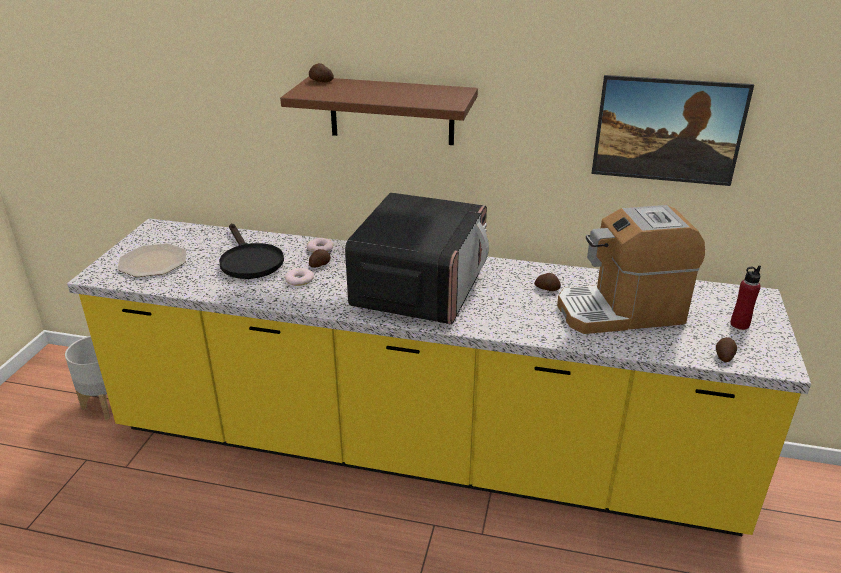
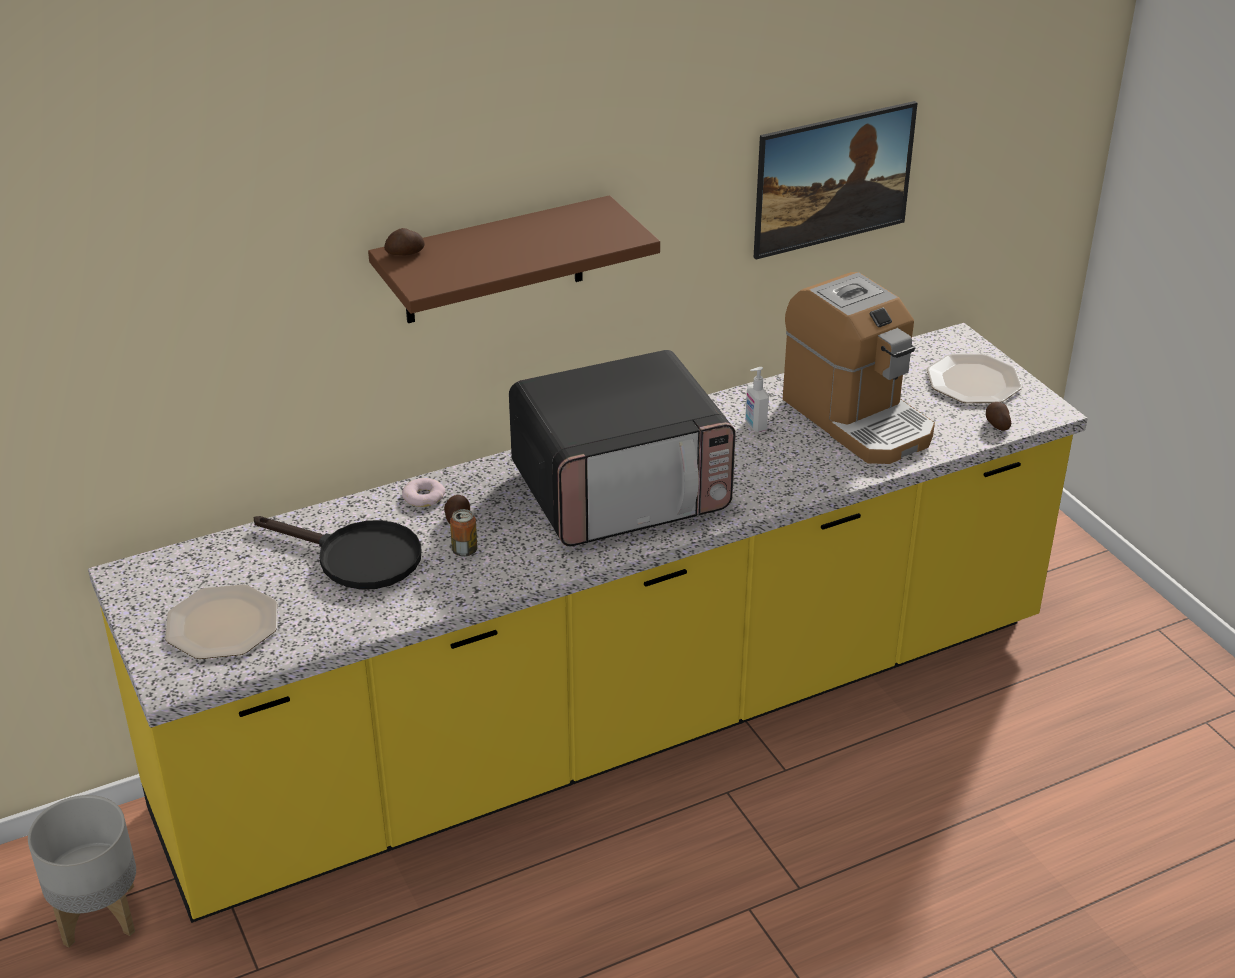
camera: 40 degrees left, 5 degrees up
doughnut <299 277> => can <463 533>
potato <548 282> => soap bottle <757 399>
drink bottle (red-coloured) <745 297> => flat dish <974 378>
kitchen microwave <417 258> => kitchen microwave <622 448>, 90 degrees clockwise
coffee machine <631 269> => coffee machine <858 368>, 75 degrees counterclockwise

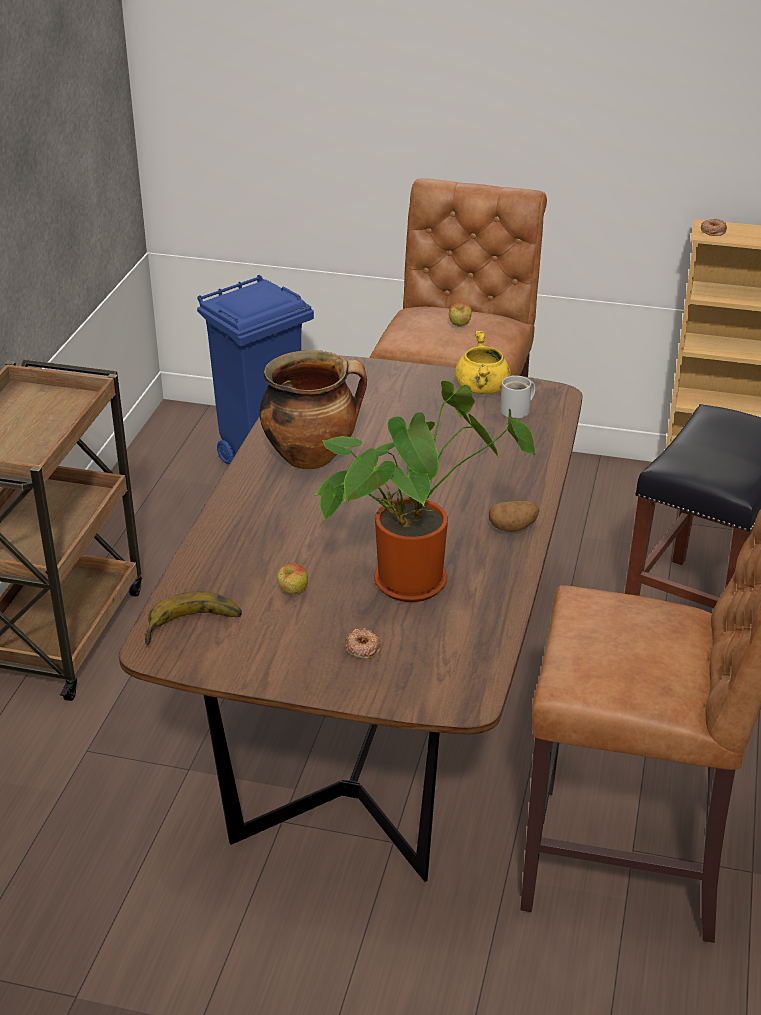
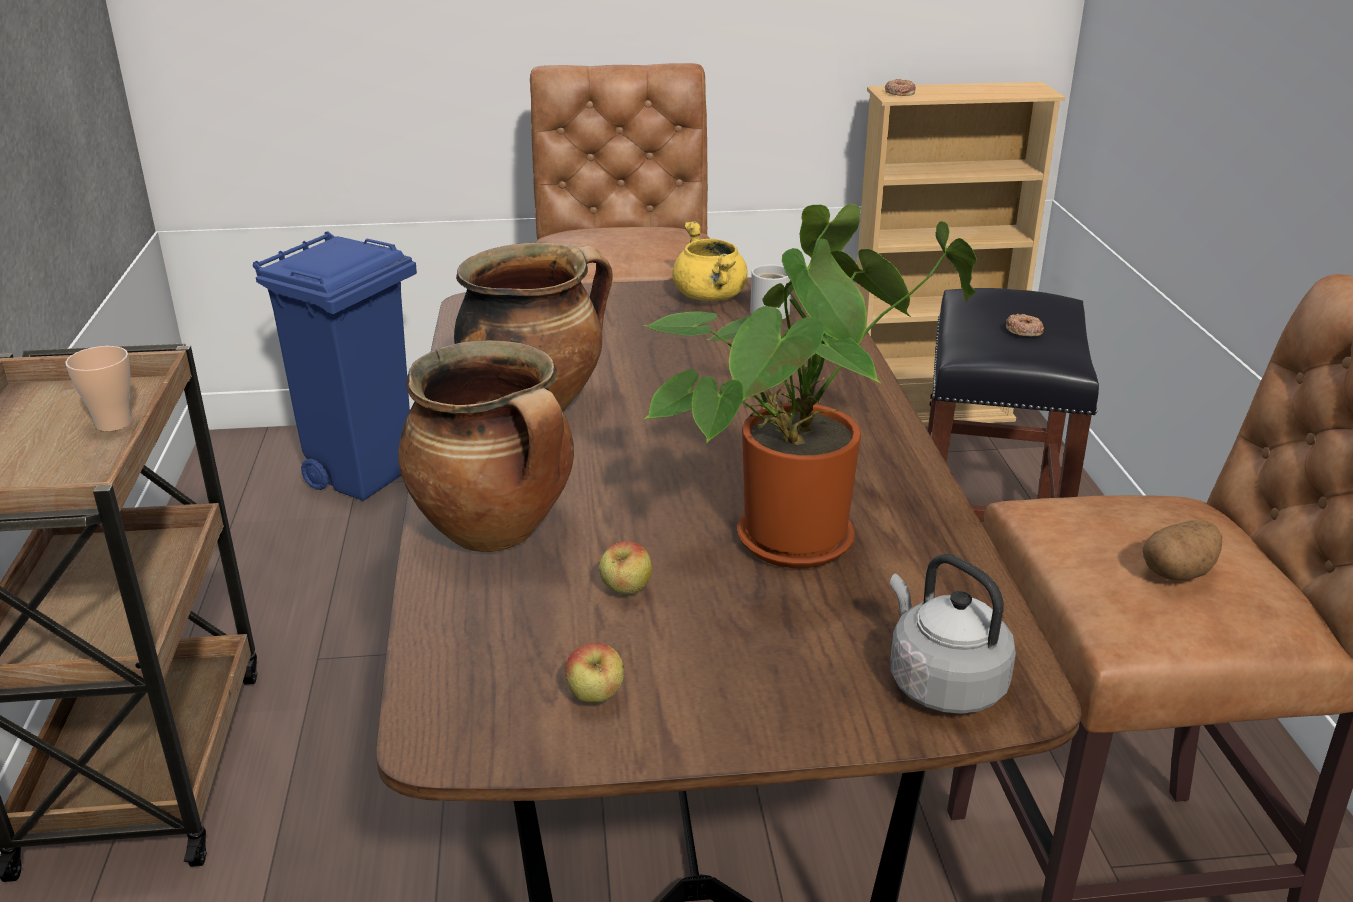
camera: 20 degrees left, 5 degrees down
banana fruit <193 618> => nothing
nothing => small cup <98 388>
nothing => cooking pot <486 446>
nothing => kettle (gray) <953 634>
doughnut <363 643> => doughnut <1025 325>, moved
apple fruit <460 314> => apple fruit <594 673>, moved
potato <514 516> => potato <1182 550>, moved

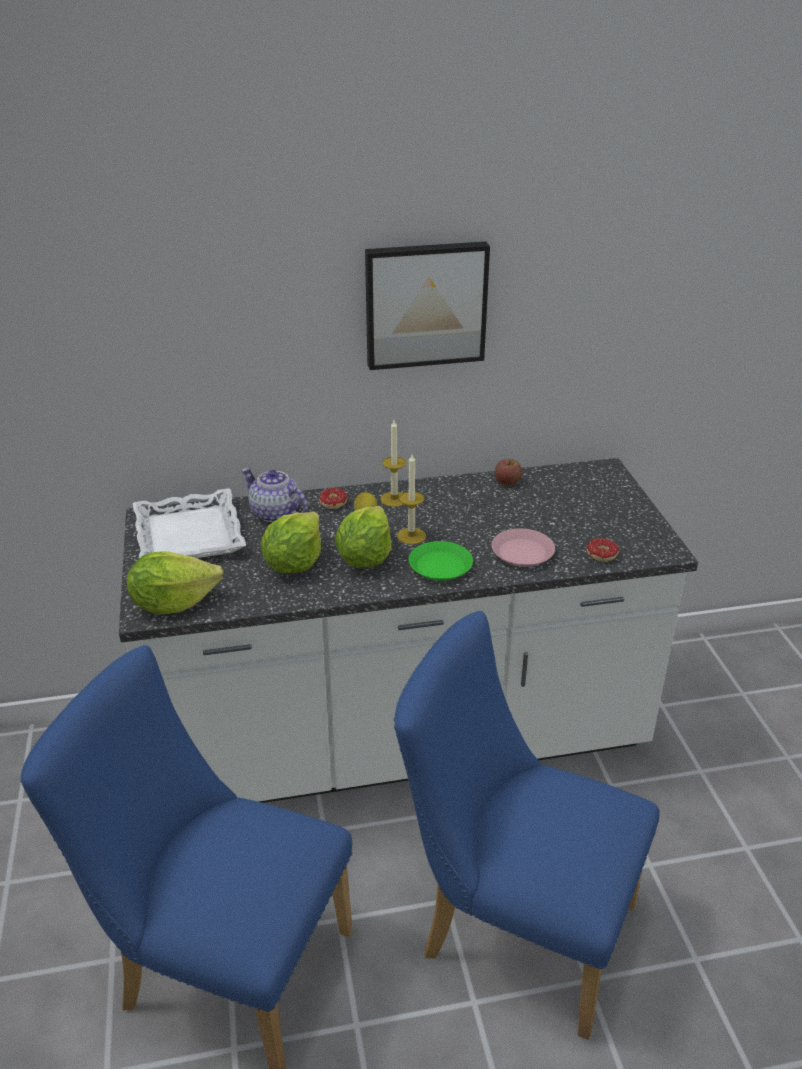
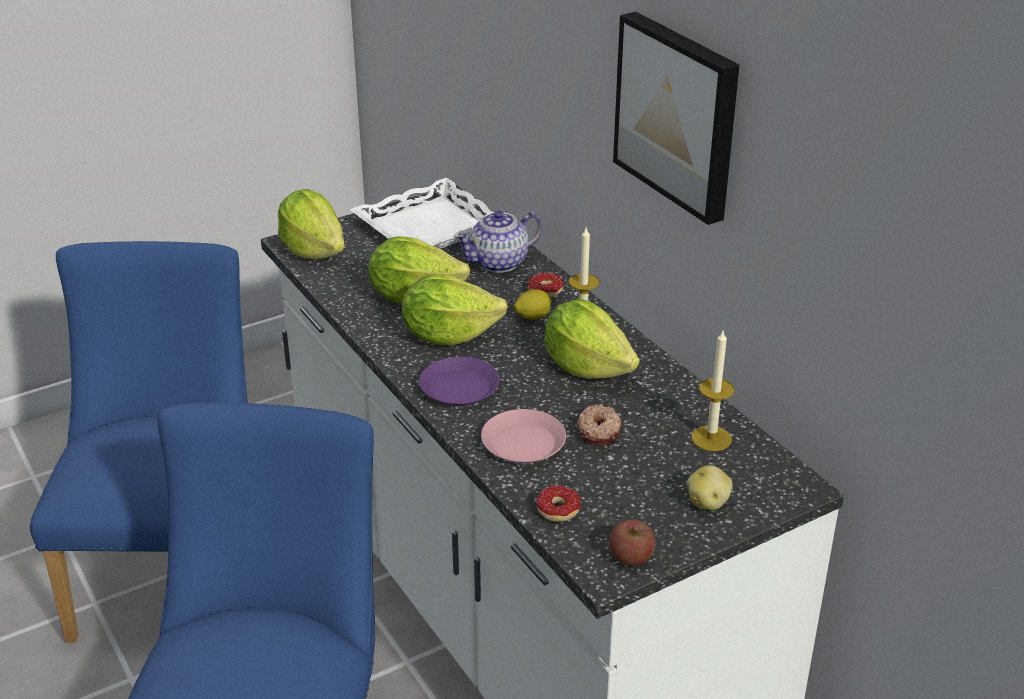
camera: 70 degrees right, 0 degrees up
nothing => lettuce <592 339>
nothing => doughnut <599 424>
nothing => potato <710 487>
candle <411 499> => candle <712 391>, moved
apple fruit <508 472> => apple fruit <632 543>, moved
flat dish (green-coloured) <441 561> => flat dish (purplish) <459 381>
teapot <274 495> => teapot <498 241>, 135 degrees counterclockwise

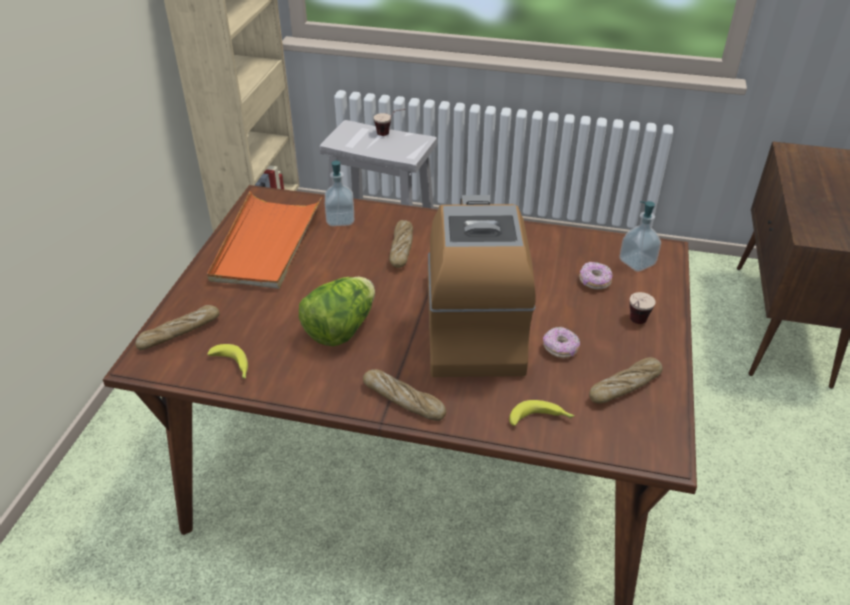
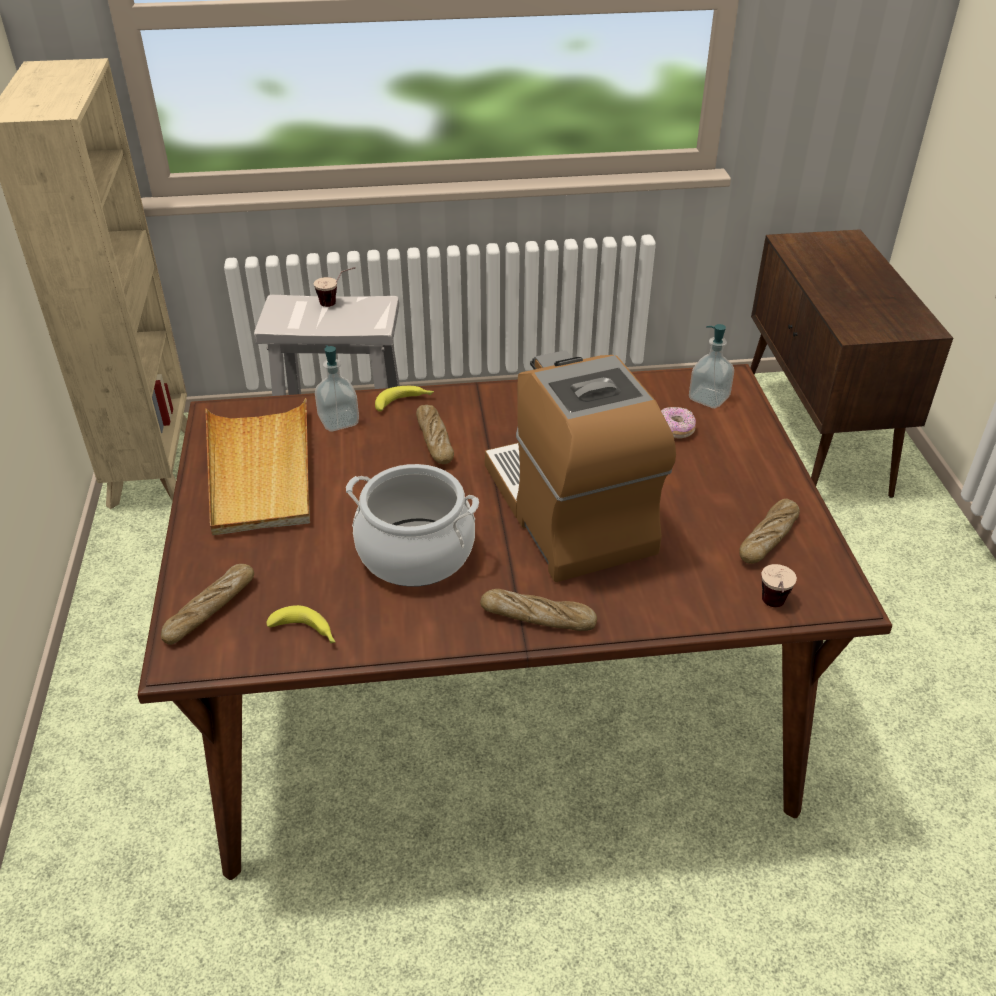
camera: 20 degrees left, 0 degrees up
doughnut <561 342> => nothing
banana fruit <542 413> => banana fruit <404 399>, moved
small cup <643 308> => small cup <779 585>, moved
lettuce <337 311> => cooking pot <412 525>
serving tray (orange) <264 240> => serving tray (beige-coloured) <258 466>

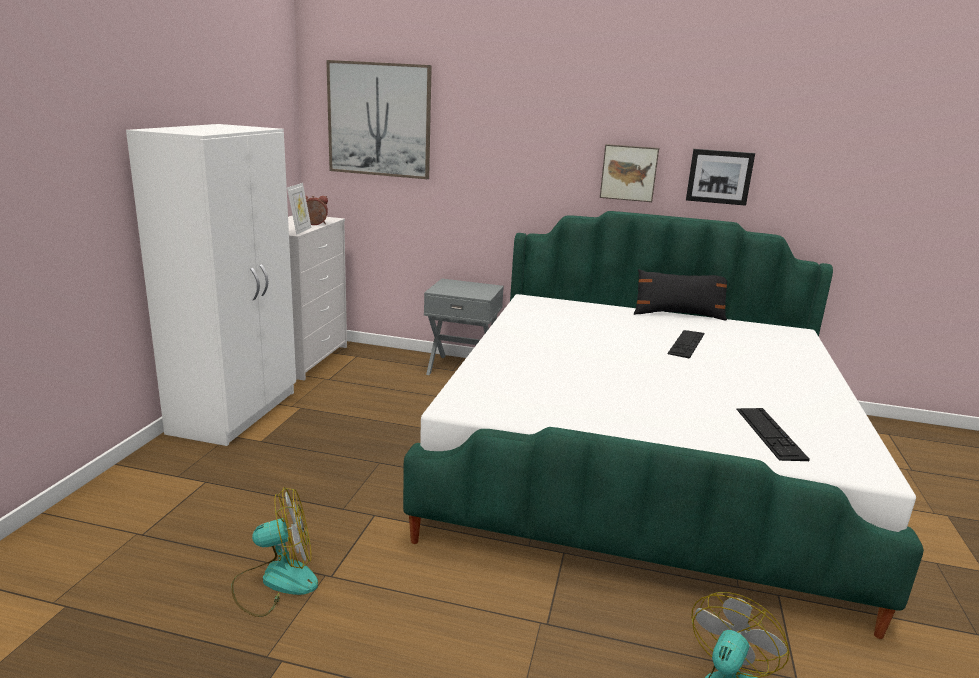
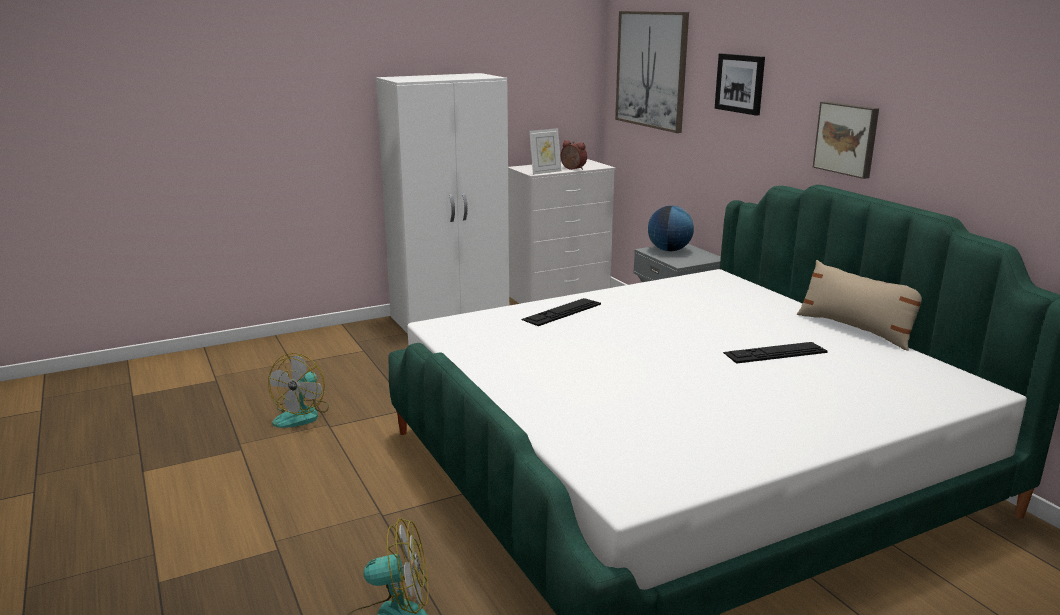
camera: 50 degrees right, 0 degrees up
nothing => desk globe <671 229>
wall picture <720 177> => wall picture <740 84>, moved
computer keyboard <773 434> => computer keyboard <561 312>, moved
throw pillow (black) <680 294> => throw pillow (beige-coloured) <859 305>
cooling fan <274 552> => cooling fan <298 390>, 75 degrees clockwise

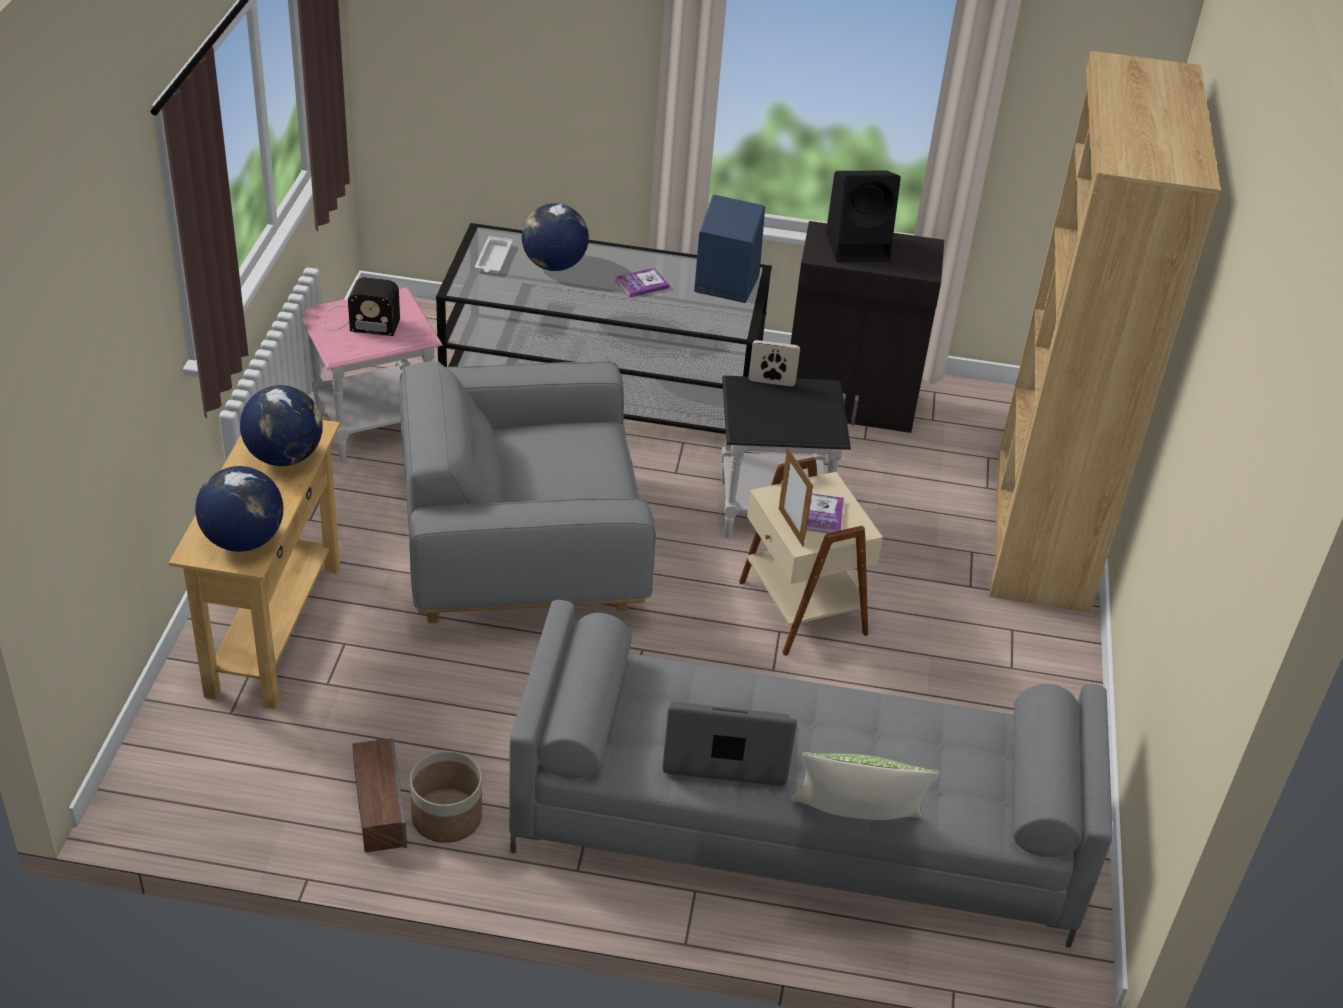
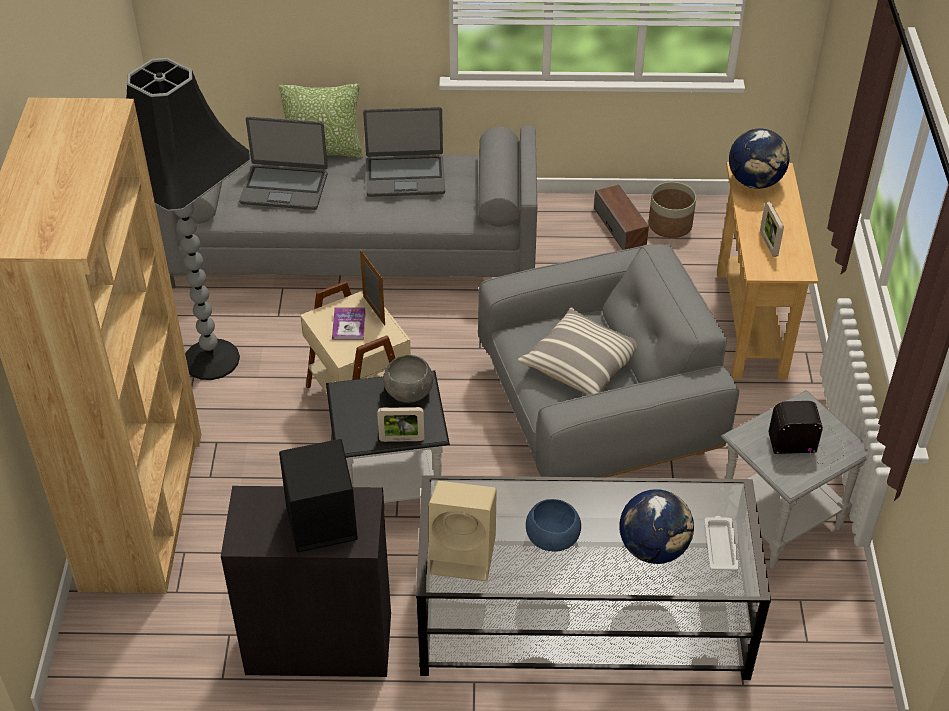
camera: 175 degrees right, 5 degrees up
nothing => standard lamp (black) <188 219>
nothing => portable computer <283 163>
nothing => serving bowl (gray) <408 379>
nothing => throw pillow <577 351>
flower pot <446 797> => flower pot <672 210>, moved
desk globe <281 425> => picture frame <772 229>
volume <642 282> => serving bowl (bluish) <553 525>
end table (pink-coloured) <372 375> => end table (gray) <794 479>
audio speaker (bluish) <729 249> => audio speaker (beige-coloured) <462 531>

